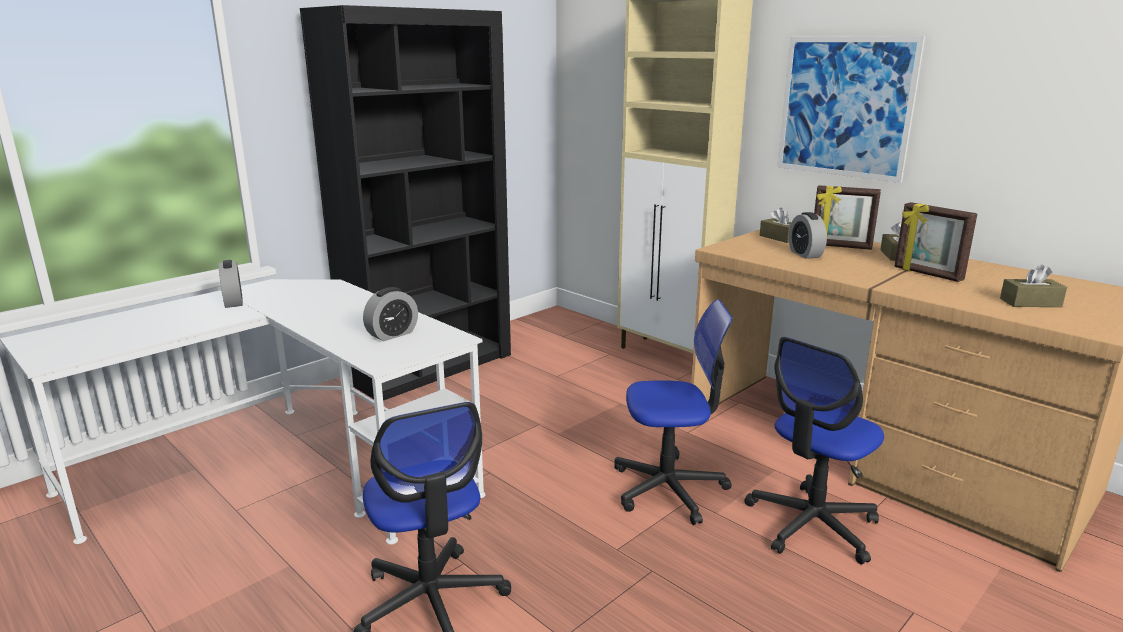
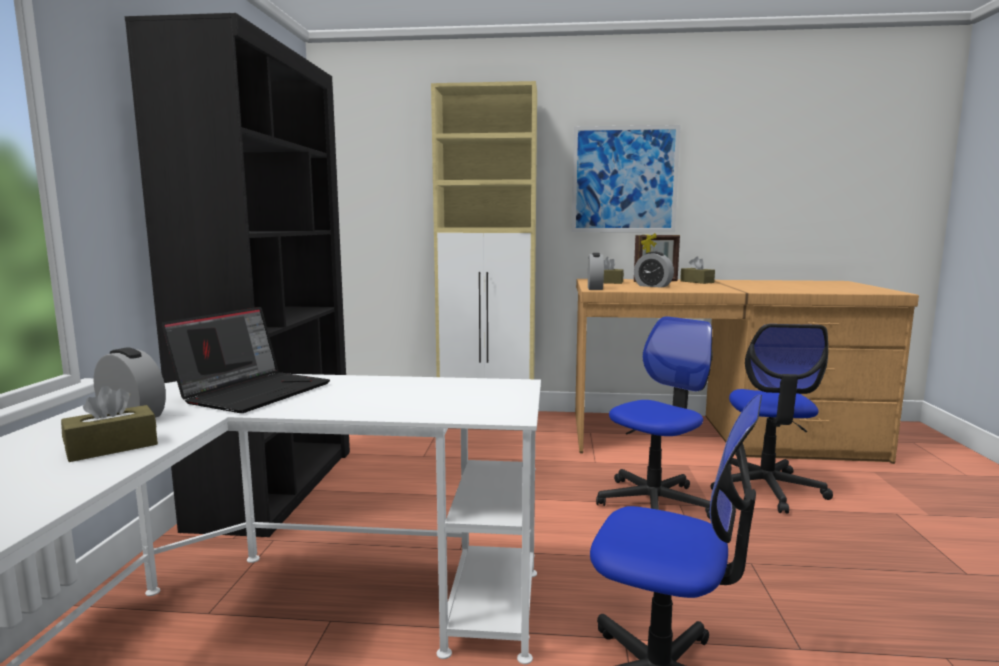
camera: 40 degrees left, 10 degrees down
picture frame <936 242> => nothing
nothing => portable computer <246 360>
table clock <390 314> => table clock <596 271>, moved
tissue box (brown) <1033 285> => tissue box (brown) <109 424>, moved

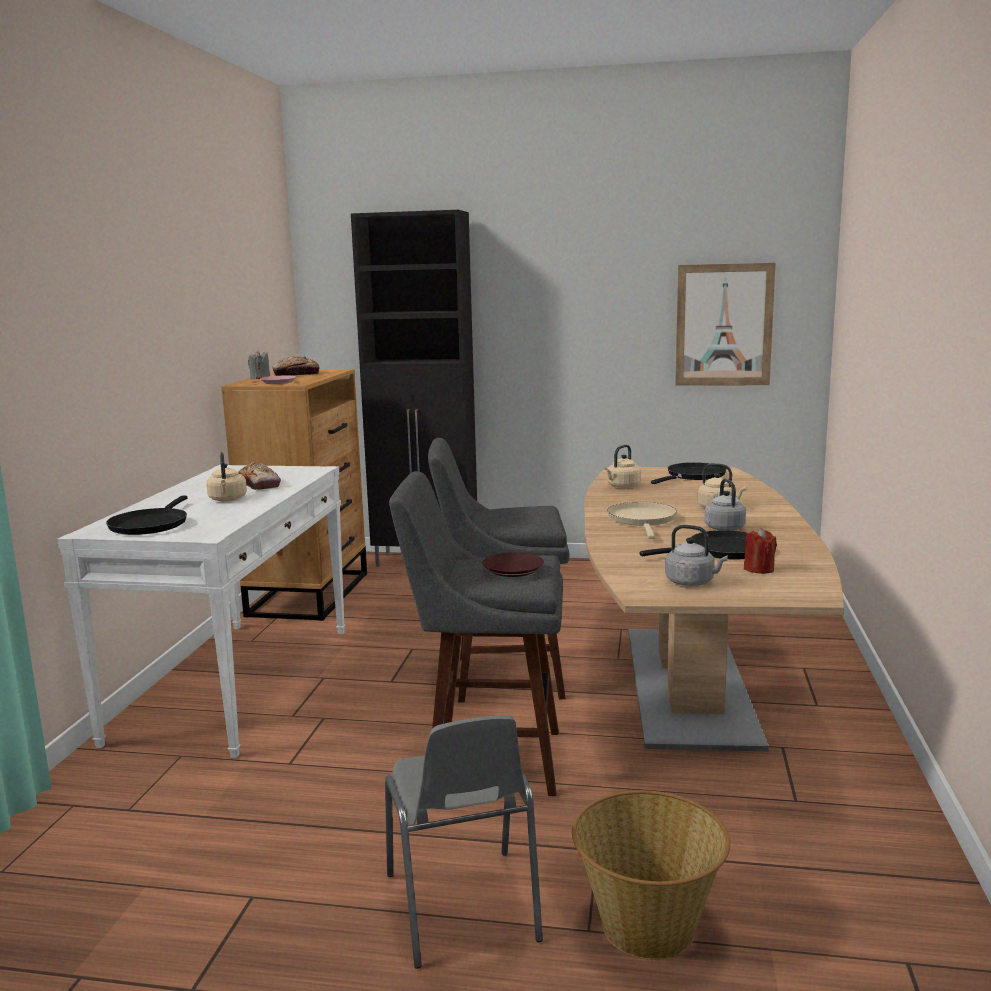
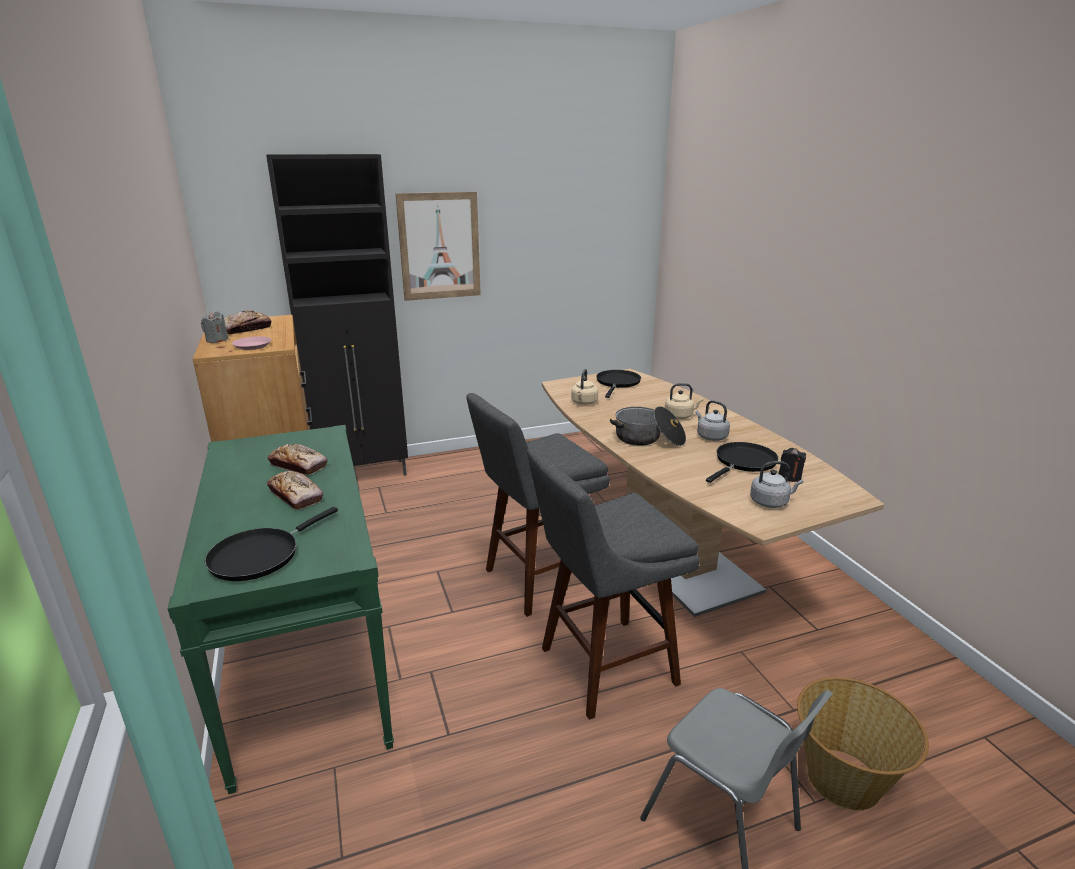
camera: 30 degrees left, 10 degrees up
flat dish (brown) <513 565> => nothing
wall picture <725 324> => wall picture <438 246>, moved
kettle (beige-coloured) <226 477> => bakery bread <295 490>
skillet (beige-coloured) <642 520> => cooking pot <648 426>
hall table (white-coloured) <201 611> => hall table (green-coloured) <281 609>
candle (red-coloured) <760 551> => candle (black) <792 465>
skillet (black) <146 515> => skillet (black) <271 544>, 60 degrees clockwise

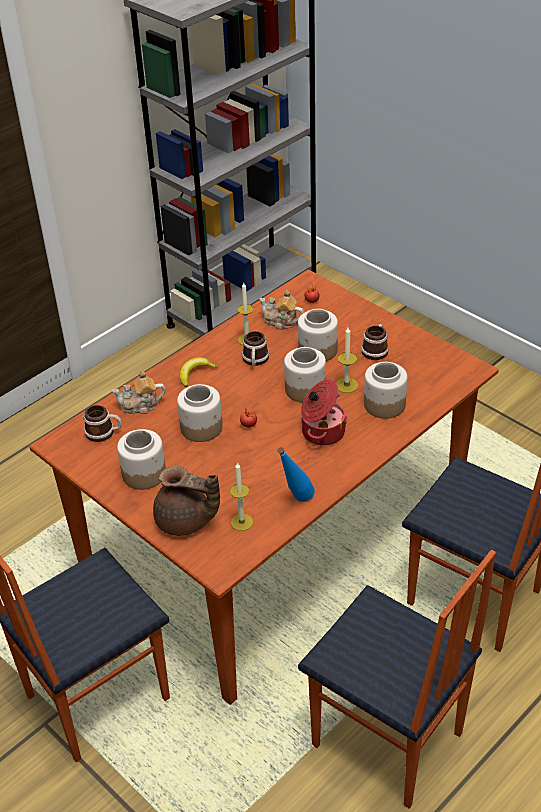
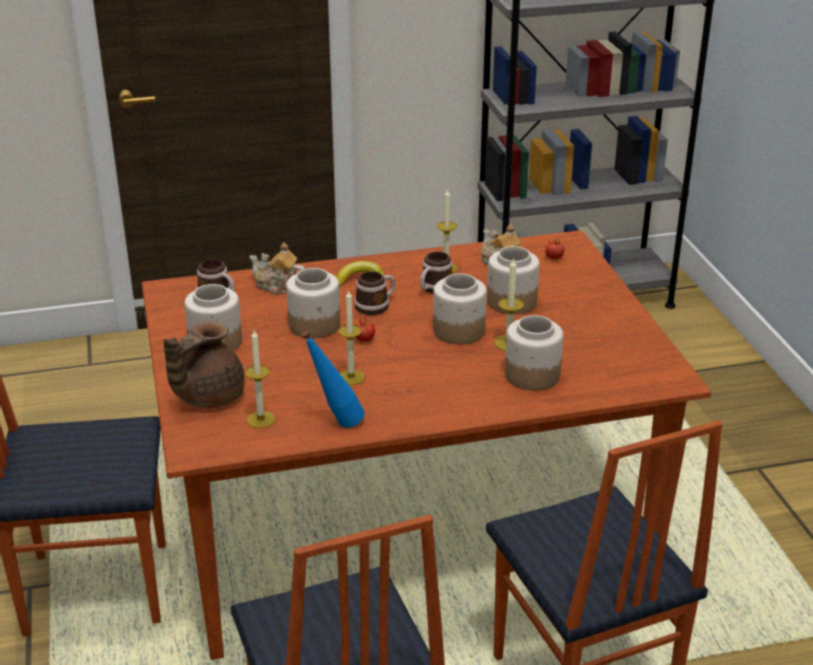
camera: 30 degrees right, 10 degrees down
cooking pot <324 412> => nothing
nothing => candle <351 338>
coffee mug <375 342> => coffee mug <374 293>, moved
teapot (brown) <186 501> => teapot (brown) <204 364>, 75 degrees clockwise

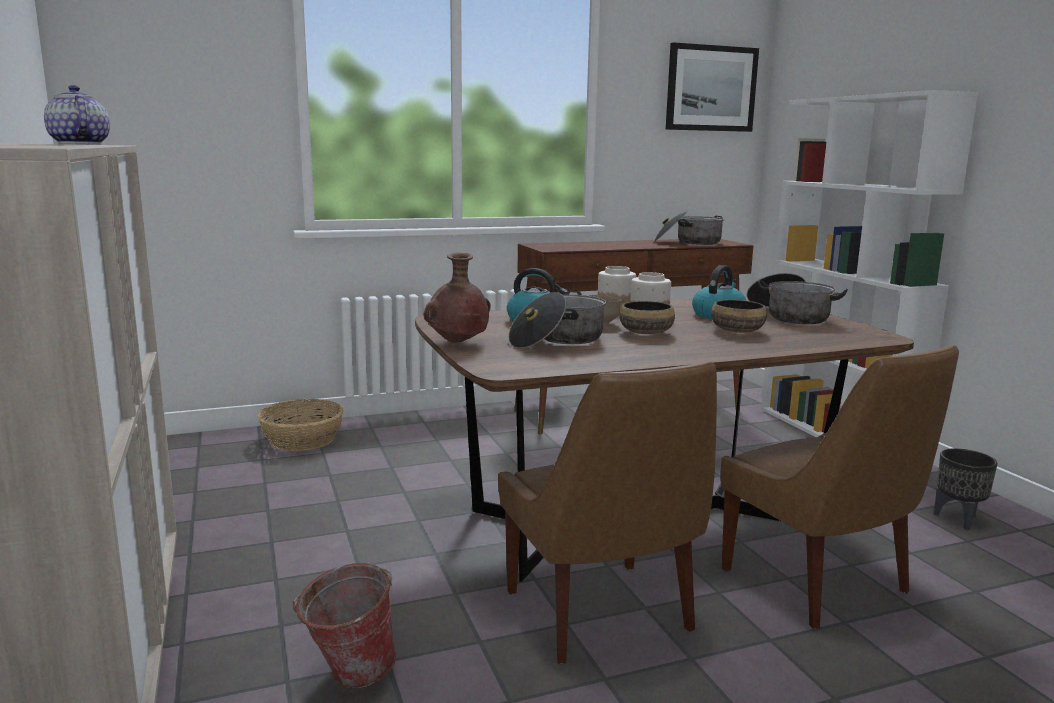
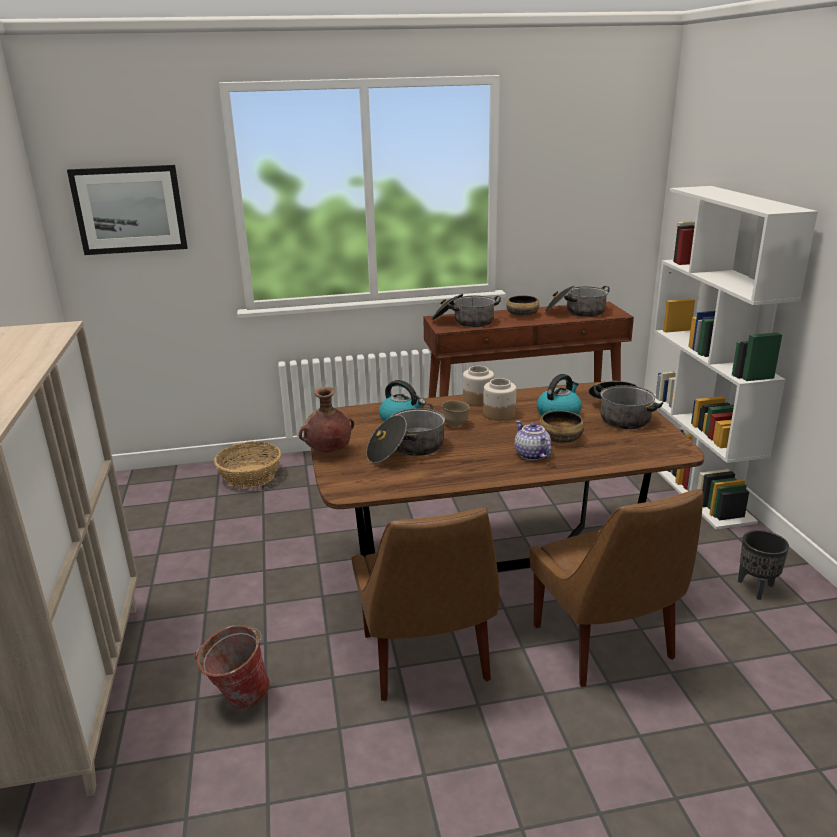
camera: 10 degrees right, 10 degrees up
nothing => cooking pot <466 310>
teapot <77 115> => teapot <533 440>, moved
serving bowl <647 317> => serving bowl <522 306>, moved
wall picture <712 87> => wall picture <127 210>, moved

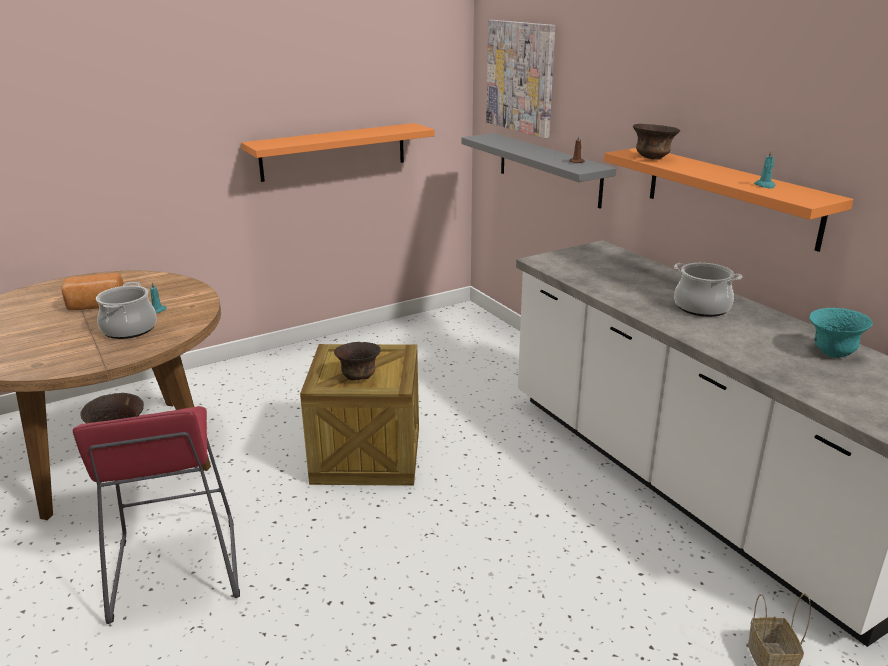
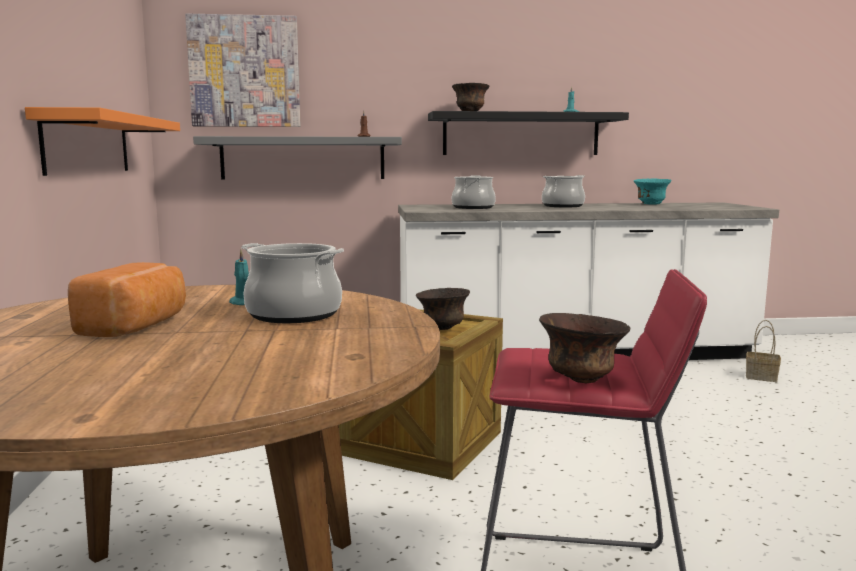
camera: 65 degrees left, 15 degrees down
nothing => cooking pot <474 192>
bracket shelf (orange) <729 200> => bracket shelf (black) <528 133>

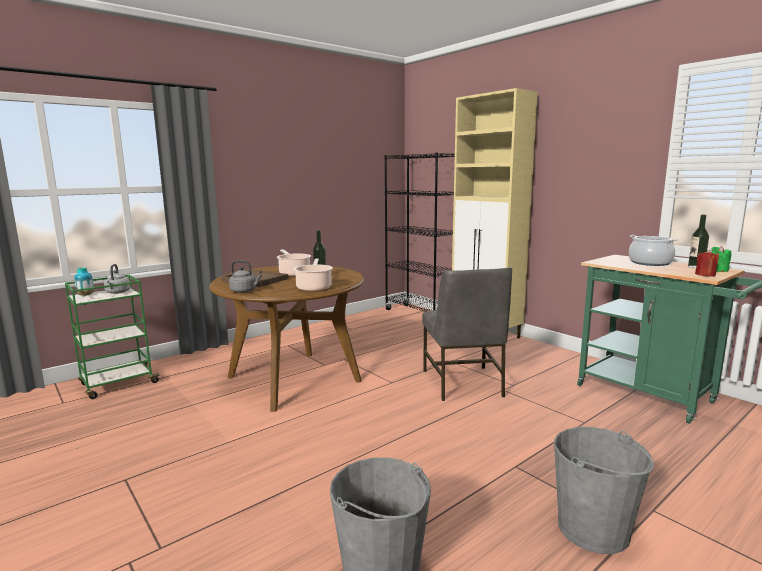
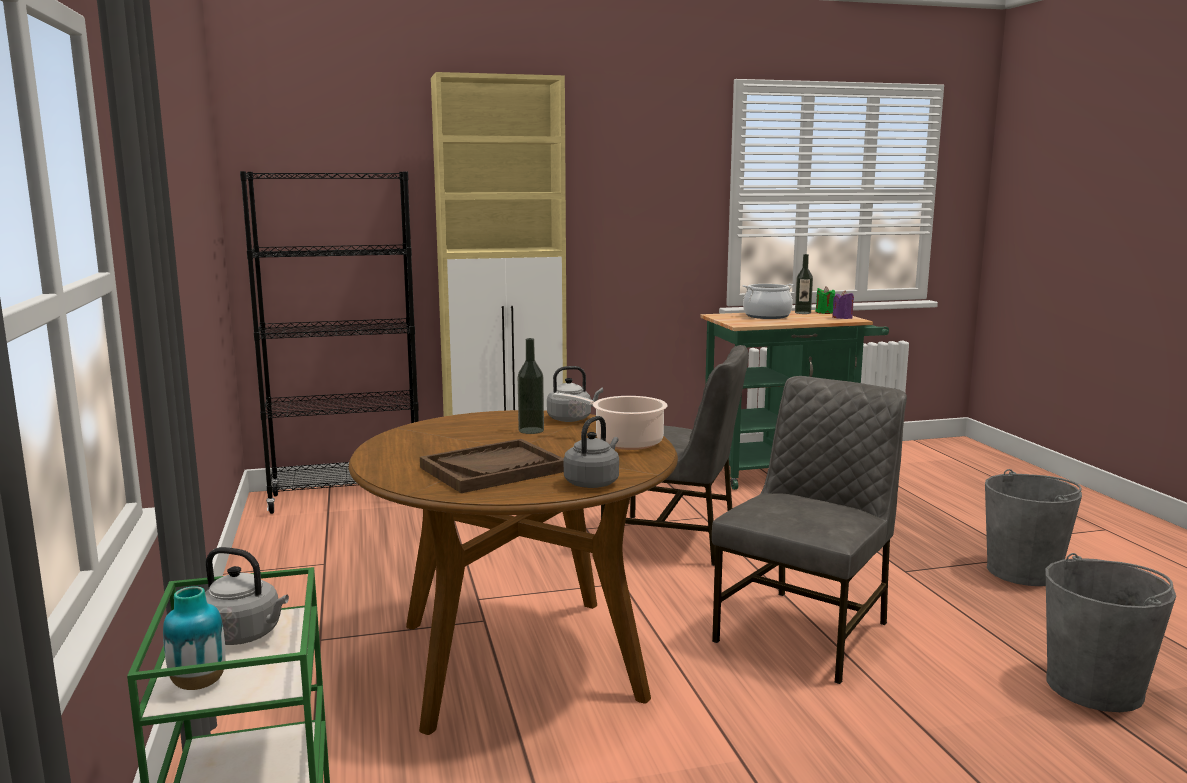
camera: 65 degrees left, 0 degrees up
cooking pot <294 262> => nothing
nothing => kettle (gray) <575 394>
nothing => plain chair (gray) <809 530>
candle (red-coloured) <707 263> => candle (purplish) <843 304>

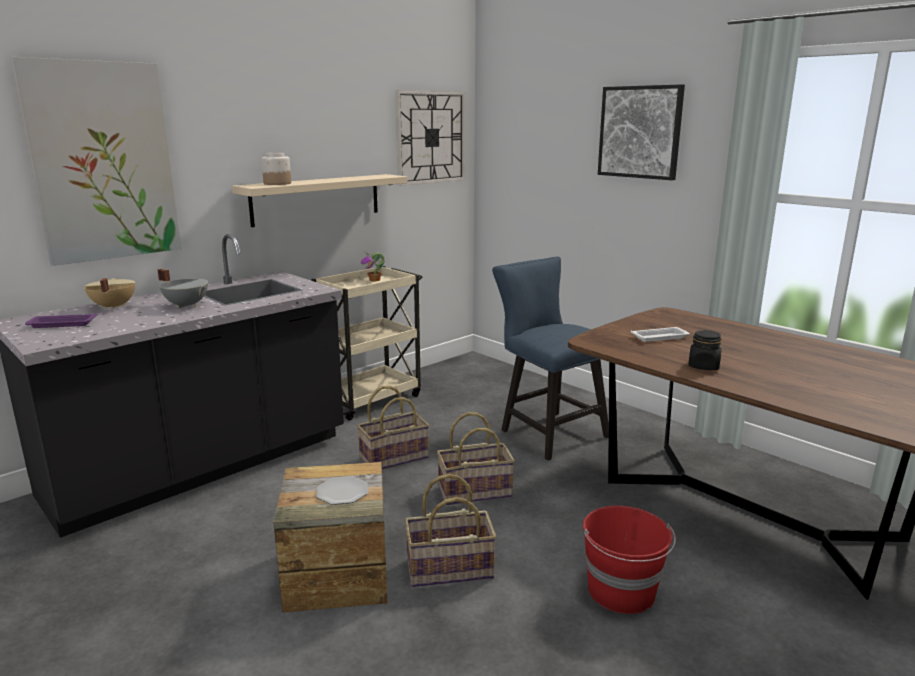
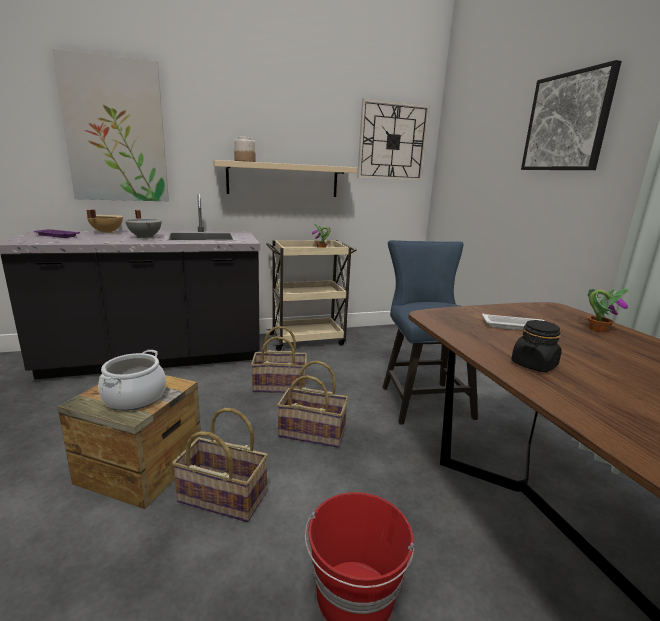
camera: 25 degrees right, 0 degrees up
nothing => plant in a pot <608 310>
flat dish <342 490> => cooking pot <132 380>

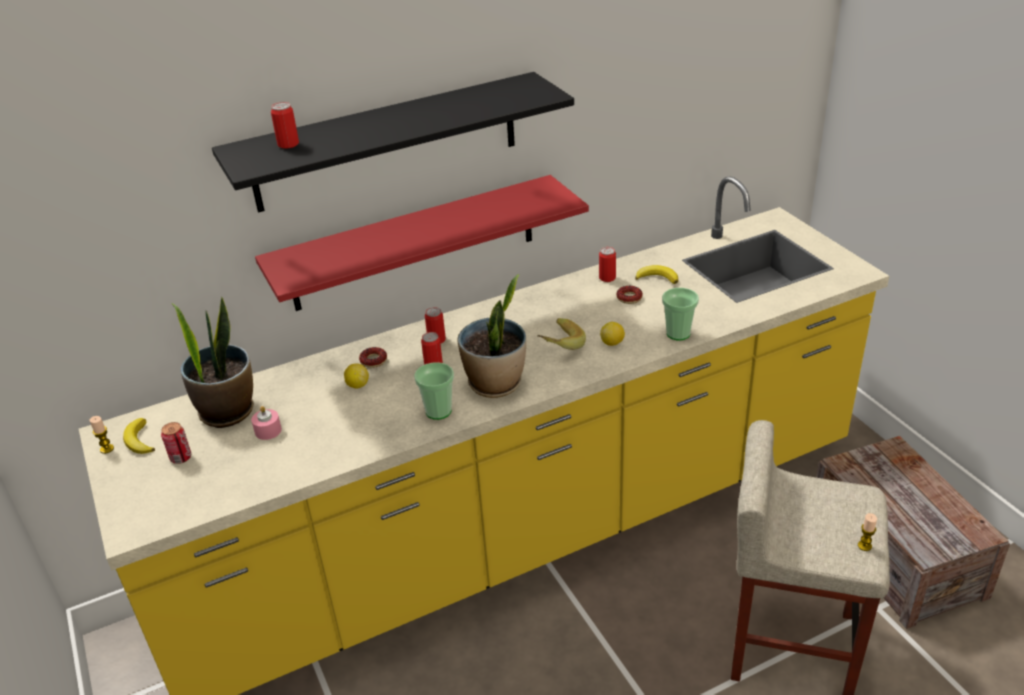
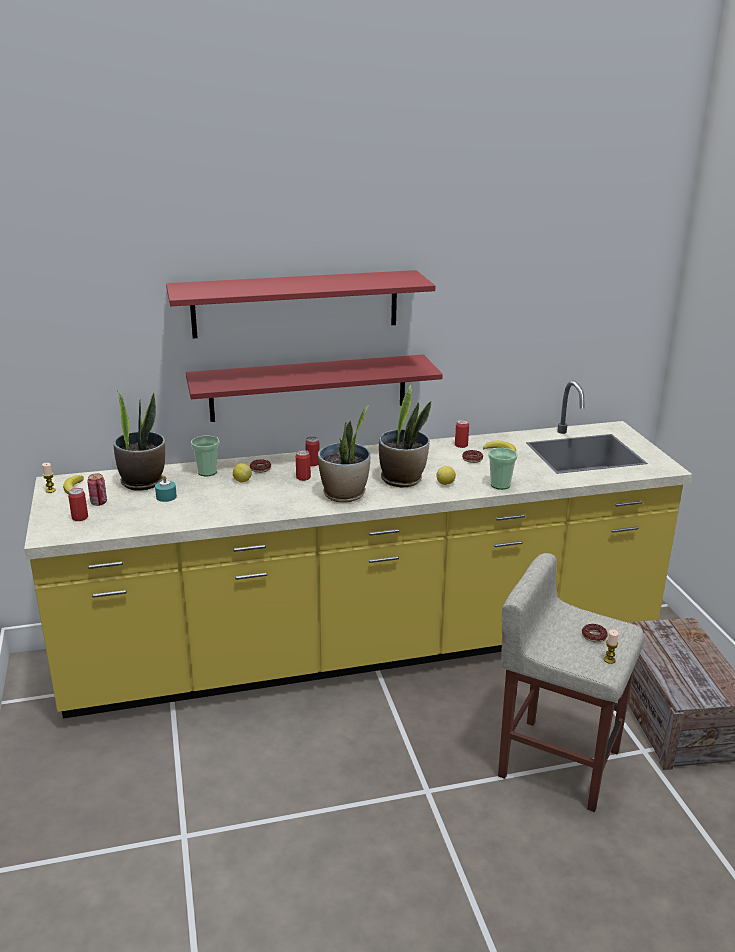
camera: 10 degrees right, 10 degrees down
nothing => doughnut <595 633>
can <285 125> => can <78 504>, moved
small cup <434 391> => small cup <205 456>, moved
banana fruit <561 334> => plant in a pot <405 436>
bracket shelf (black) <393 142> => bracket shelf (red-coloured) <300 304>
candle (pink-coloured) <266 423> => candle (blue-green) <166 488>

